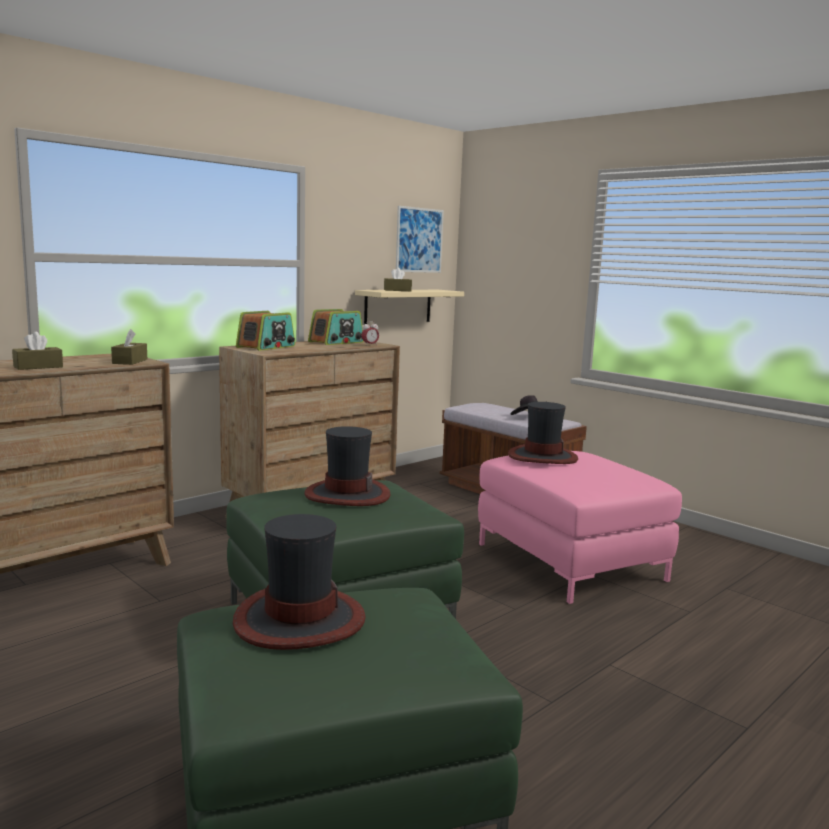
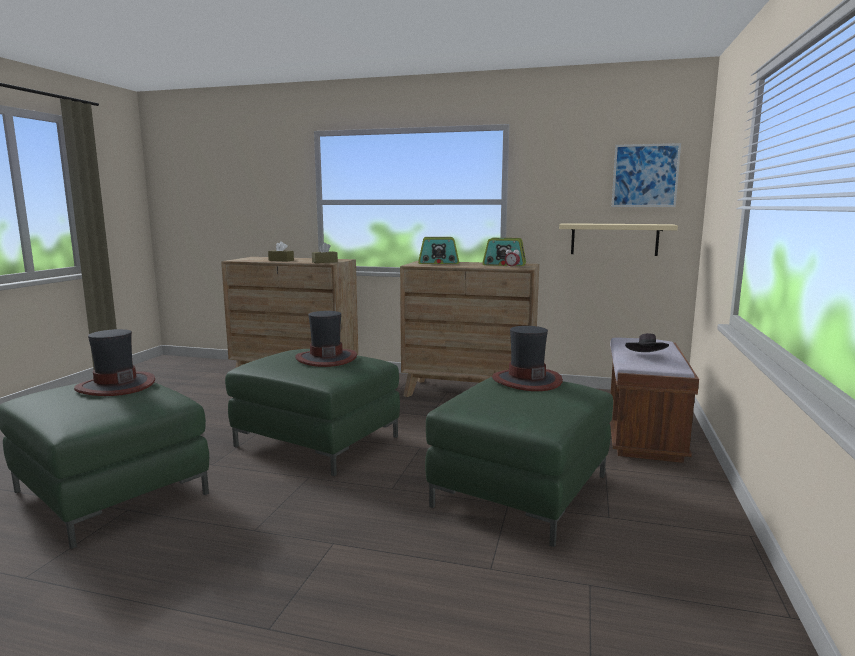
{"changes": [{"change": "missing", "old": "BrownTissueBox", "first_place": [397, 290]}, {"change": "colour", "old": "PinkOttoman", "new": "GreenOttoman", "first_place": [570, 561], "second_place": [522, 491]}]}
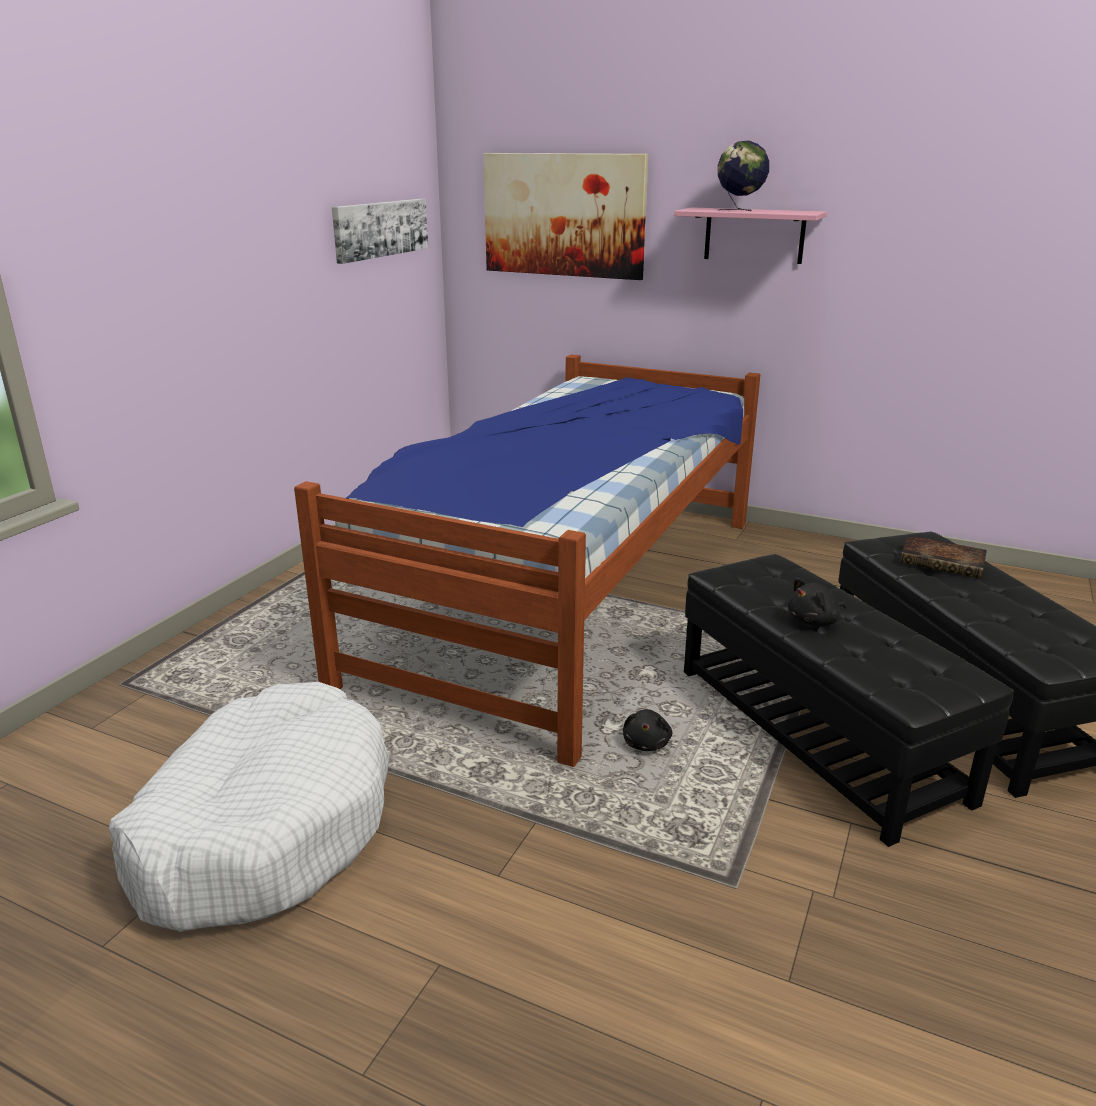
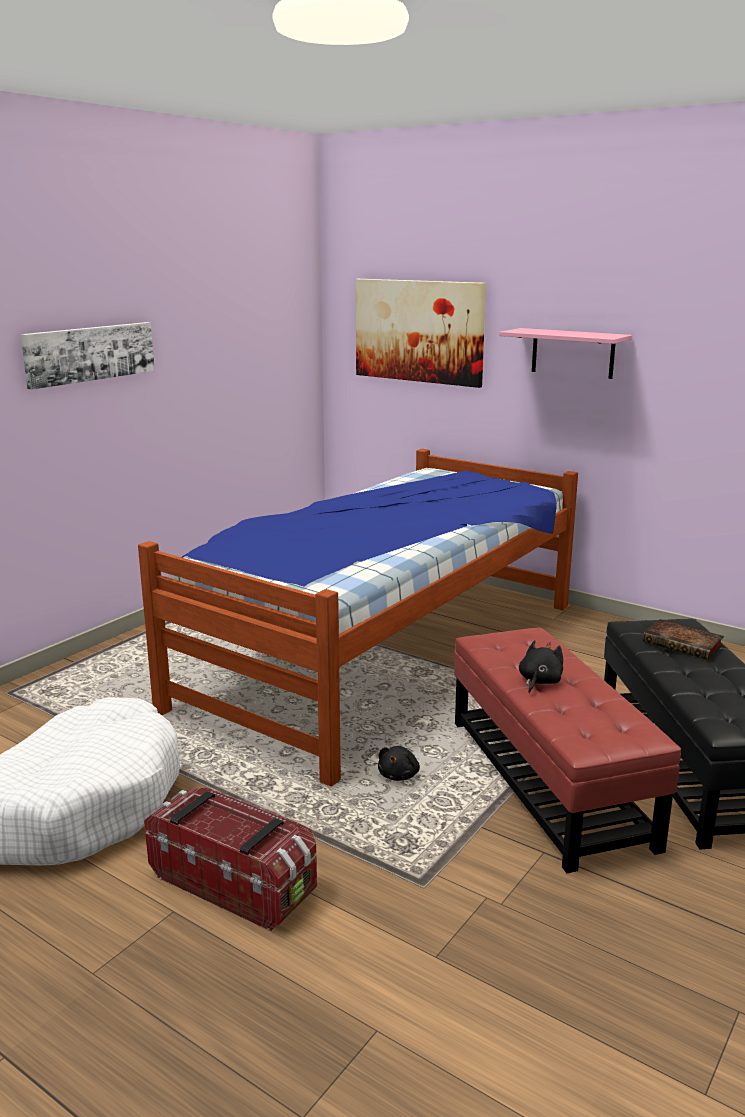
{"changes": [{"change": "missing", "old": "Globe", "first_place": [739, 210]}, {"change": "relocated", "old": "Picture", "first_place": [380, 229], "second_place": [89, 353]}, {"change": "colour", "old": "BlackOttoman", "new": "RedOttoman", "first_place": [817, 732], "second_place": [549, 781]}, {"change": "spun", "old": "BlackPlushToy", "first_place": [814, 621], "second_place": [539, 681], "degrees": 135}, {"change": "appeared", "new": "StorageBox", "second_place": [234, 882]}]}
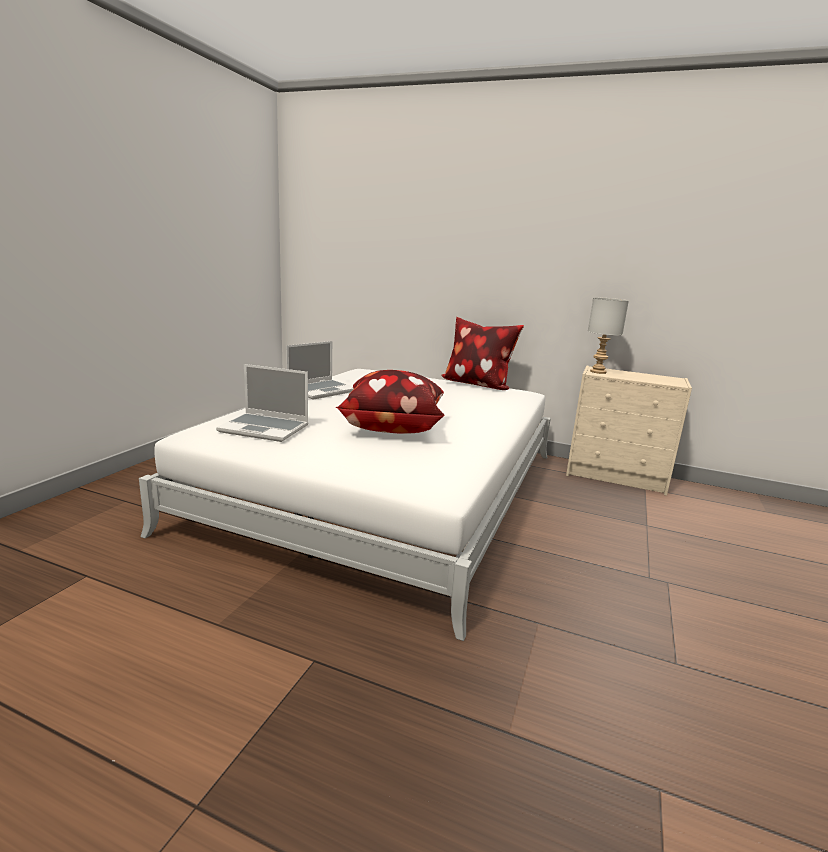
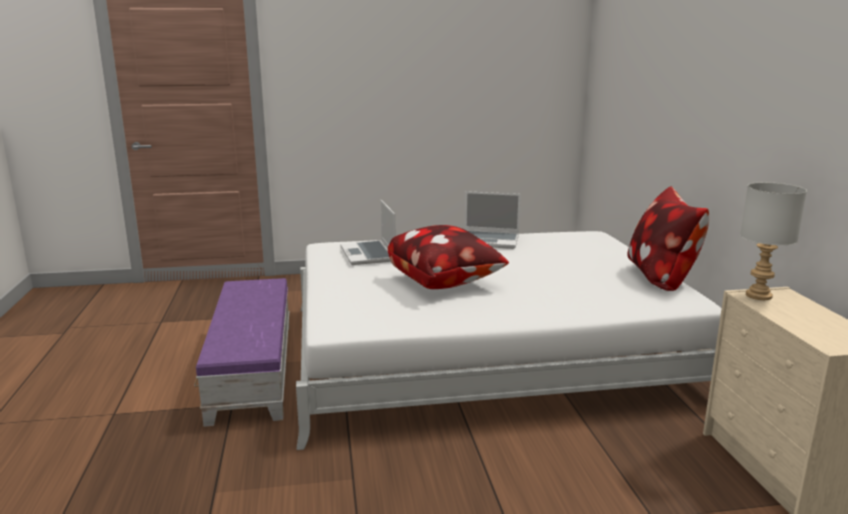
{"changes": [{"change": "appeared", "new": "PurpleOttoman", "second_place": [252, 369]}]}
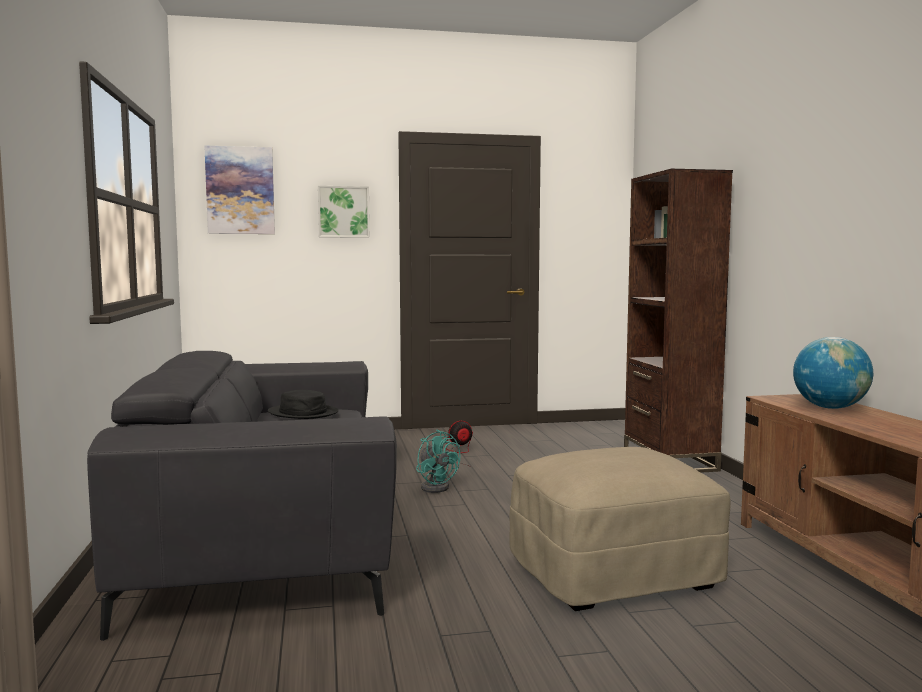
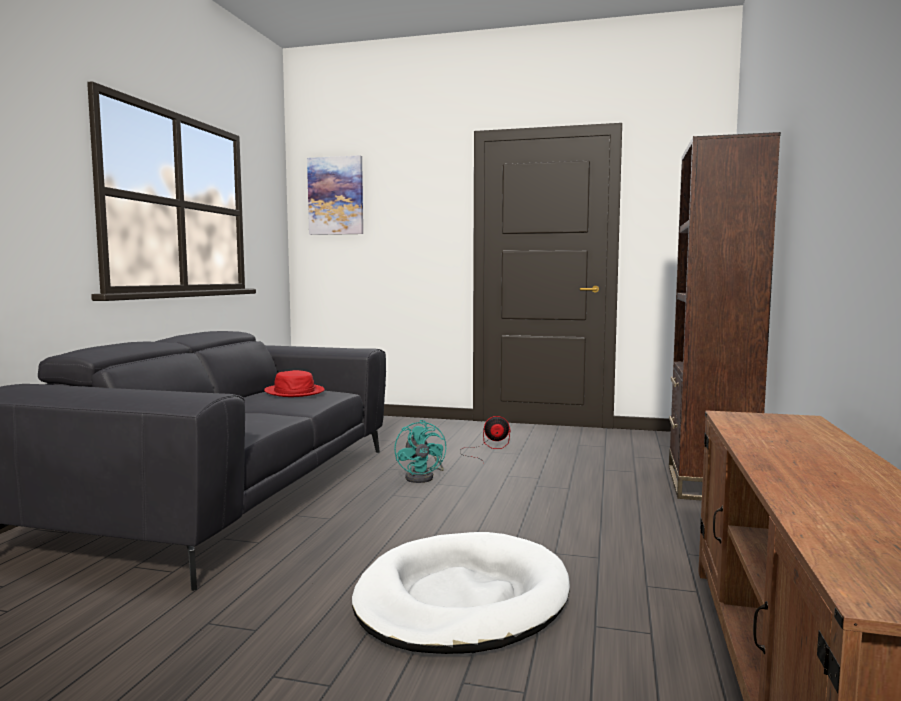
{"changes": [{"change": "missing", "old": "Picture", "first_place": [343, 212]}, {"change": "missing", "old": "Globe", "first_place": [830, 408]}, {"change": "colour", "old": "BlackHat", "new": "RedHat", "first_place": [303, 413], "second_place": [294, 392]}, {"change": "exchanged", "old": "BeigeOttoman", "new": "WhiteDogBed", "first_place": [613, 574], "second_place": [461, 599]}]}
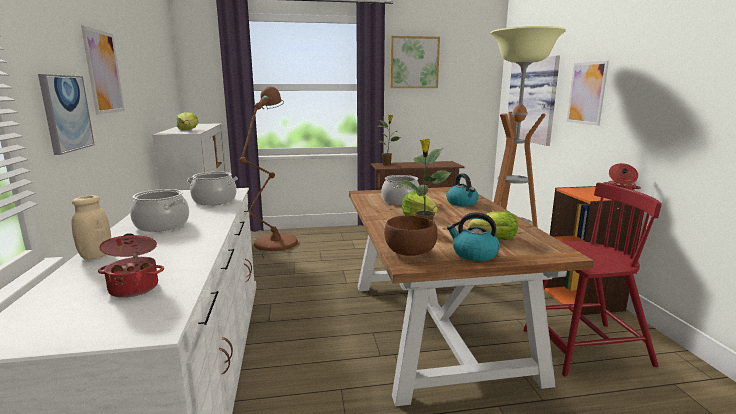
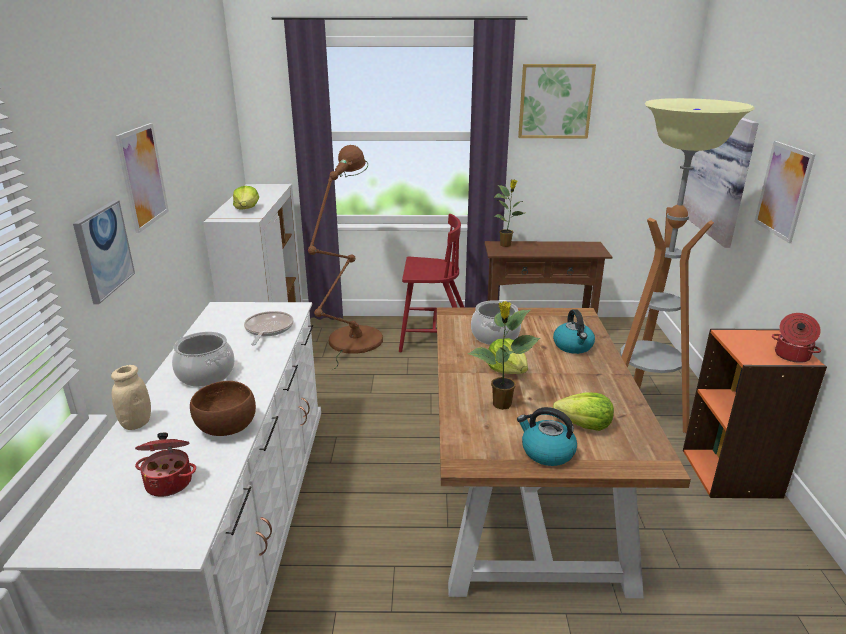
{"changes": [{"change": "exchanged", "old": "CookingPot", "new": "FryingPan", "first_place": [214, 201], "second_place": [268, 329]}, {"change": "relocated", "old": "RedChair", "first_place": [584, 348], "second_place": [434, 339]}, {"change": "relocated", "old": "BrownBowl", "first_place": [410, 252], "second_place": [227, 427]}]}
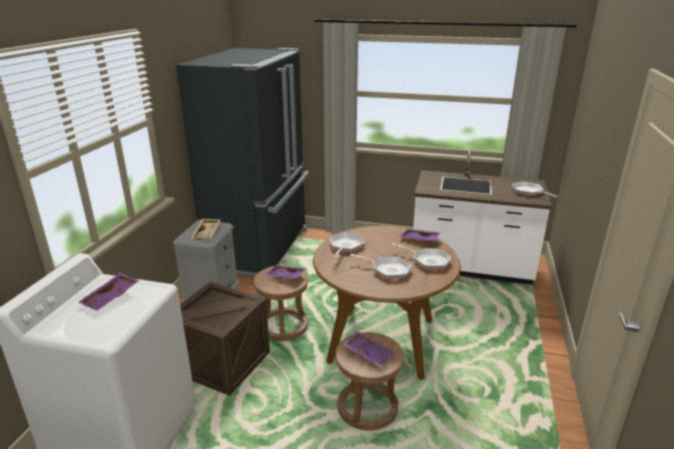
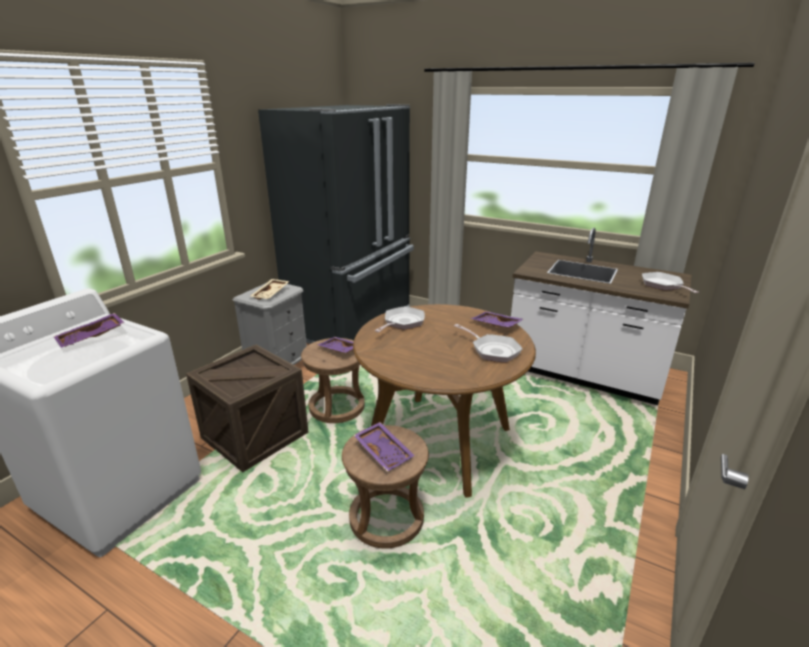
{"changes": [{"change": "missing", "old": "FryingPan", "first_place": [388, 270]}]}
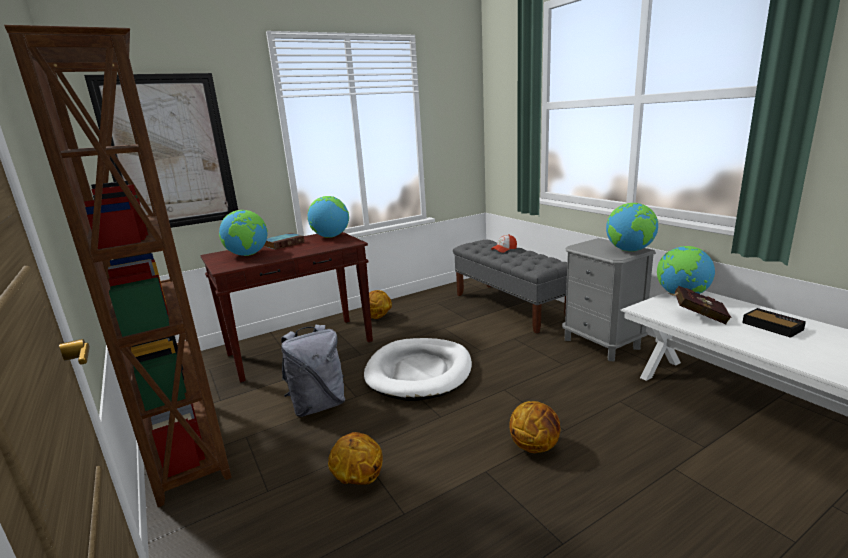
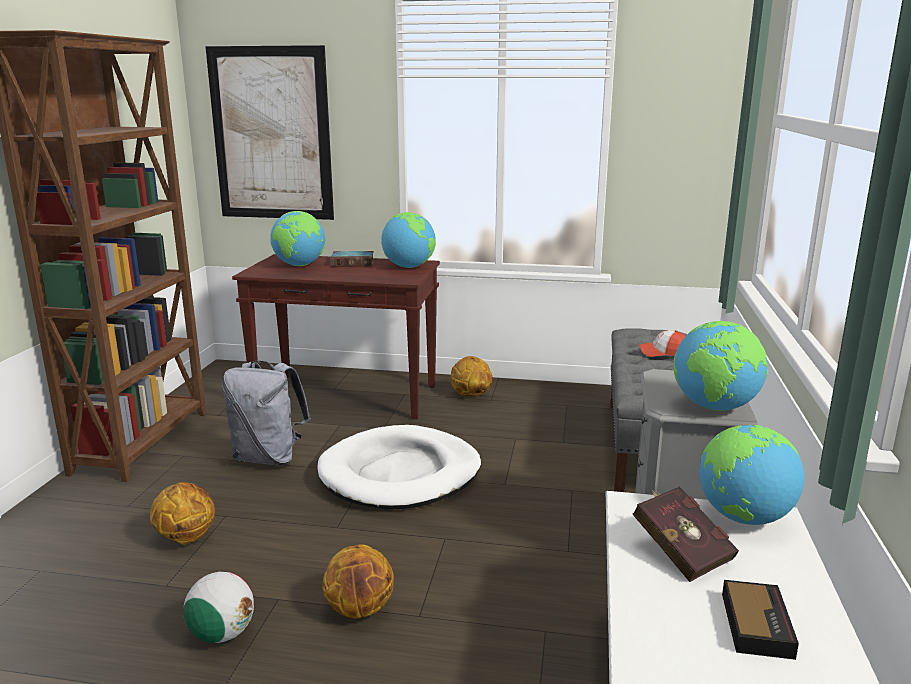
{"changes": [{"change": "appeared", "new": "Football", "second_place": [222, 634]}]}
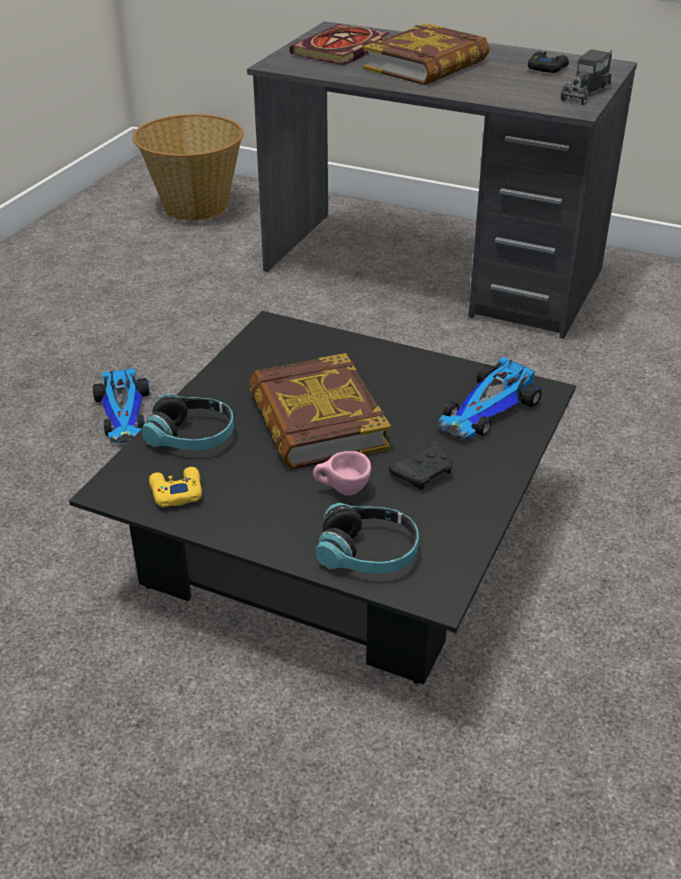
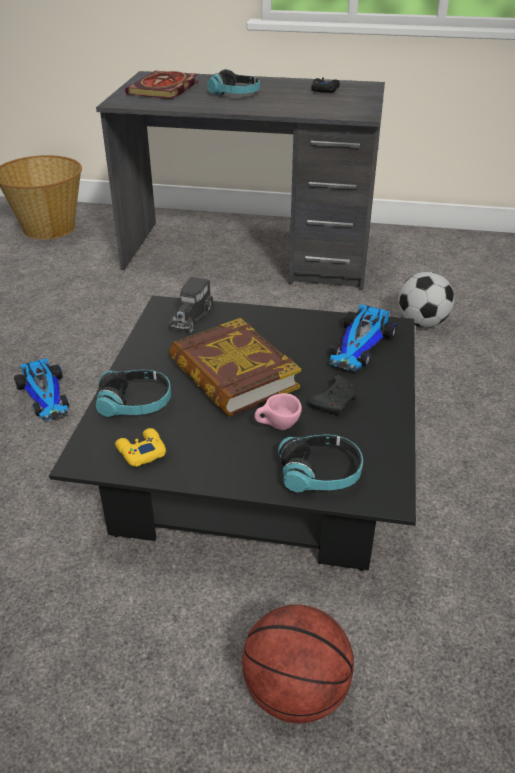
{"changes": [{"change": "exchanged", "old": "Book", "new": "Headphones", "first_place": [426, 65], "second_place": [235, 94]}, {"change": "relocated", "old": "ToyTruck", "first_place": [585, 92], "second_place": [192, 316]}, {"change": "appeared", "new": "Football", "second_place": [422, 322]}, {"change": "appeared", "new": "Basketball", "second_place": [295, 691]}]}
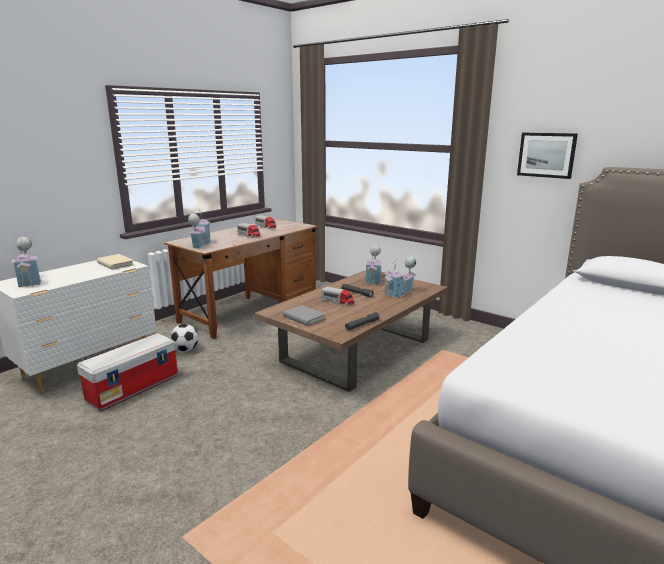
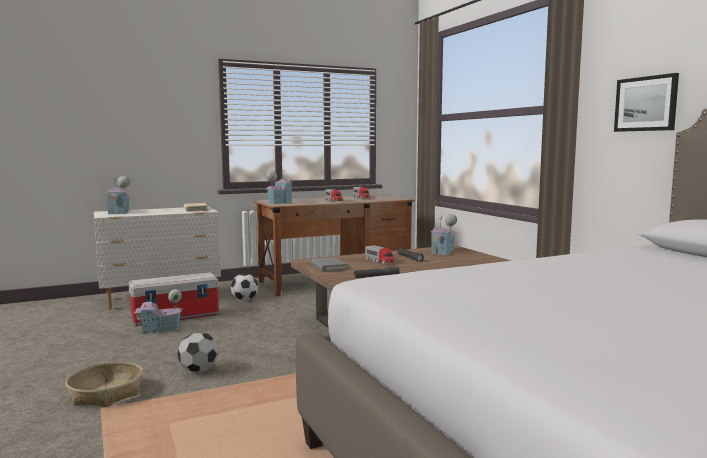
{"changes": [{"change": "relocated", "old": "ToyHouse", "first_place": [399, 293], "second_place": [159, 330]}, {"change": "appeared", "new": "Football", "second_place": [199, 371]}, {"change": "appeared", "new": "Basket", "second_place": [106, 393]}]}
